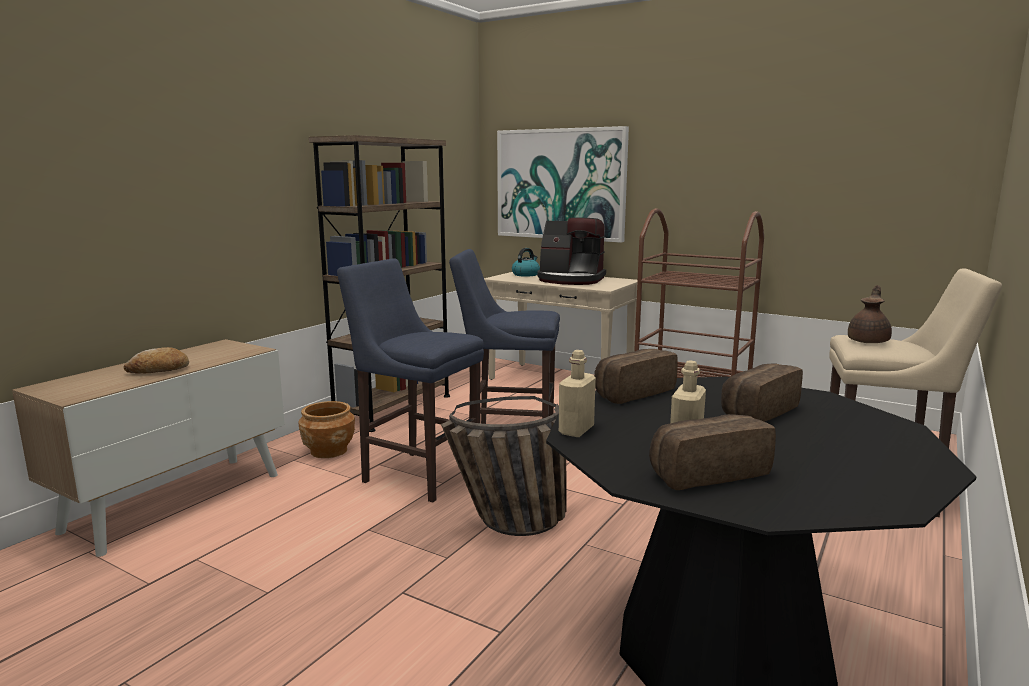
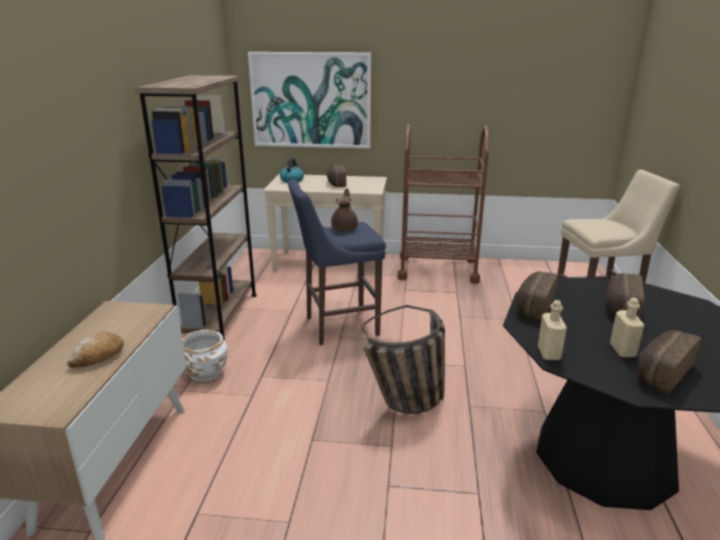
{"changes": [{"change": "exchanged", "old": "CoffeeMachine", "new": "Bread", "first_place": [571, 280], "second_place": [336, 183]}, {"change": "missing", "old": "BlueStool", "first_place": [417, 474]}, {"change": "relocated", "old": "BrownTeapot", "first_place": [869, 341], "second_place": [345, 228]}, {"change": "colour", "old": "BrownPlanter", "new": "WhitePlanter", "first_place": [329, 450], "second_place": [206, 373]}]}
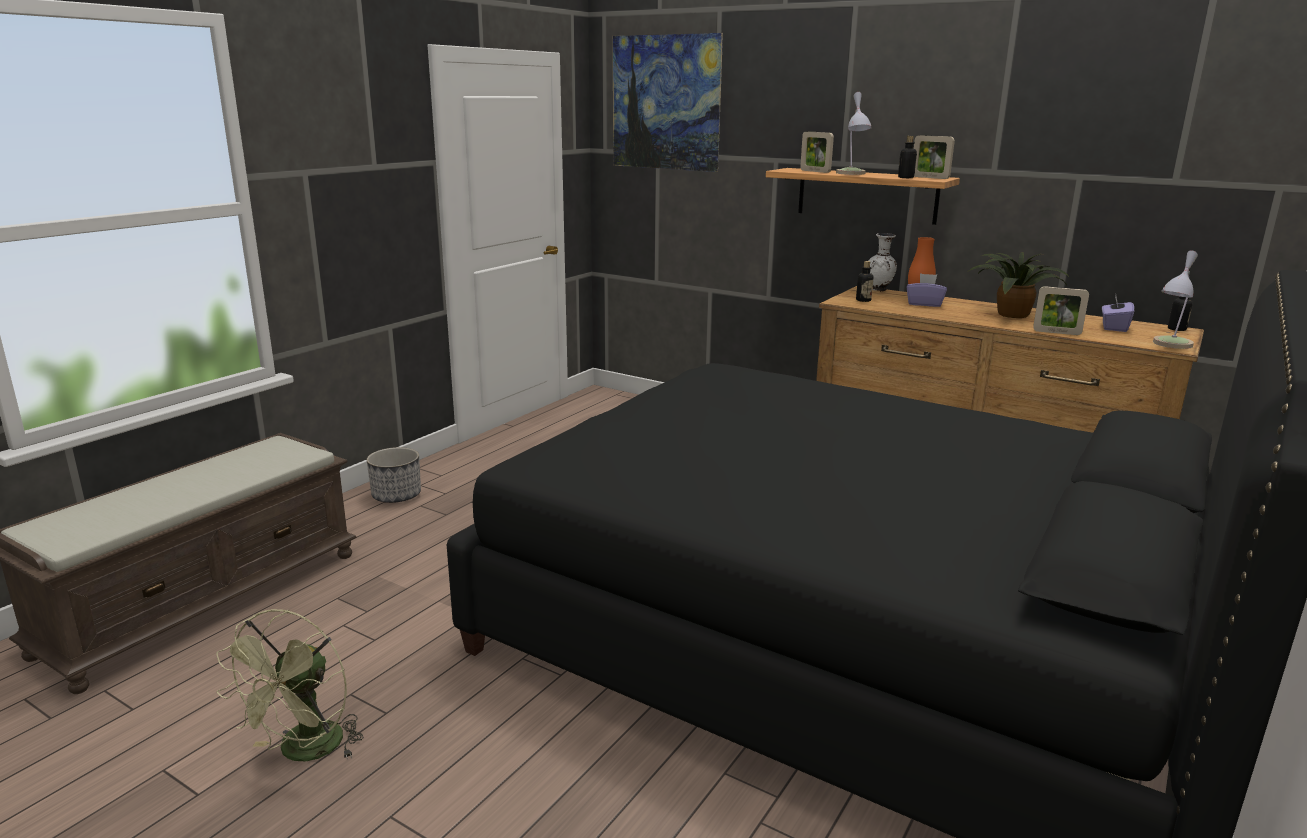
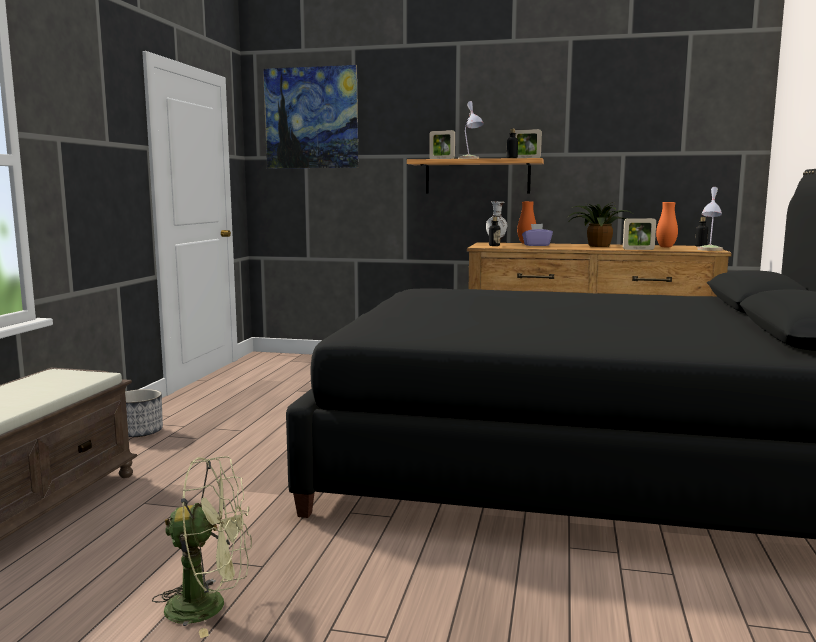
{"changes": [{"change": "exchanged", "old": "PurpleTissueBox", "new": "OrangeVase", "first_place": [1113, 327], "second_place": [666, 247]}, {"change": "spun", "old": "GreenFan", "first_place": [305, 752], "second_place": [209, 606], "degrees": -90}]}
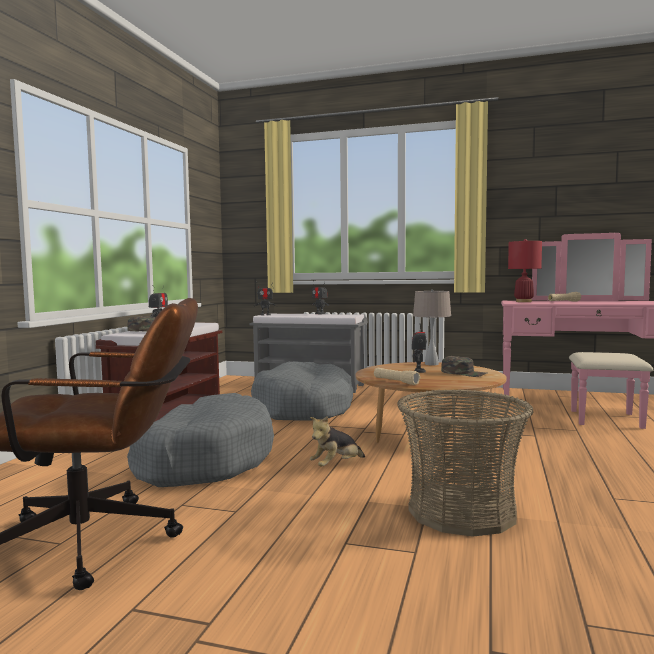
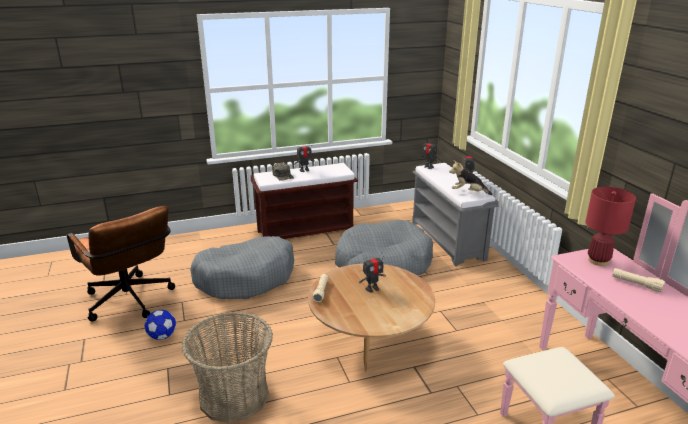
{"changes": [{"change": "missing", "old": "BeigeTableLamp", "first_place": [431, 364]}, {"change": "missing", "old": "GreenCap", "first_place": [464, 373]}, {"change": "relocated", "old": "PlushToy", "first_place": [336, 466], "second_place": [468, 192]}, {"change": "appeared", "new": "Football", "second_place": [162, 336]}]}
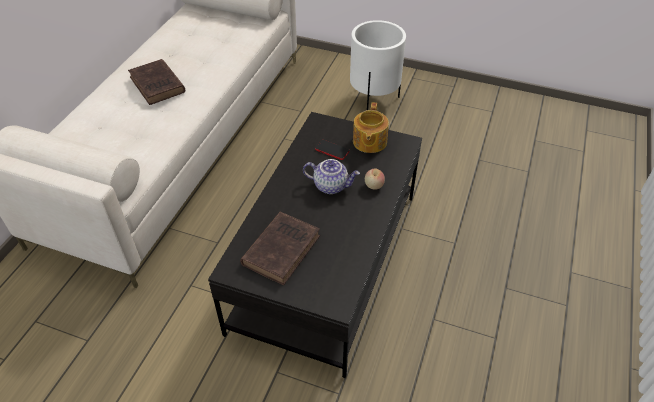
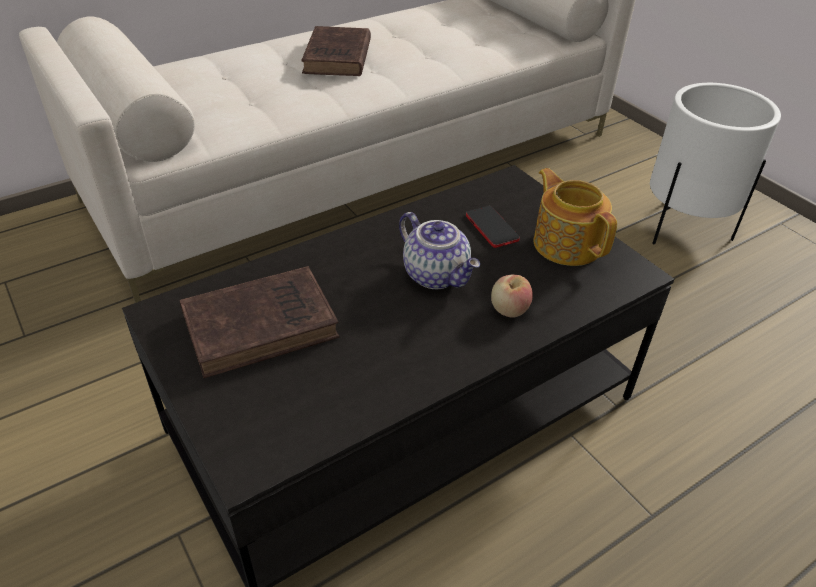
{"changes": [{"change": "spun", "old": "Teapot", "first_place": [369, 142], "second_place": [566, 243], "degrees": 105}]}
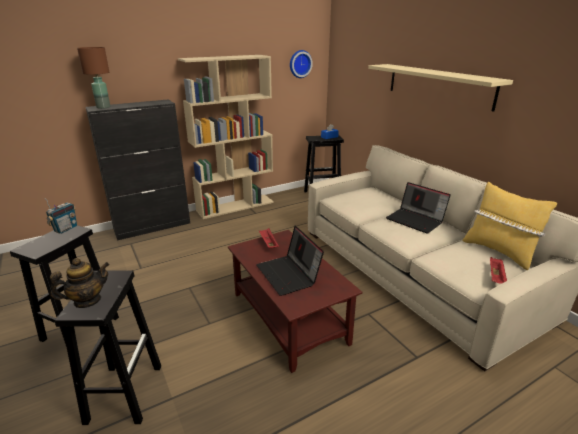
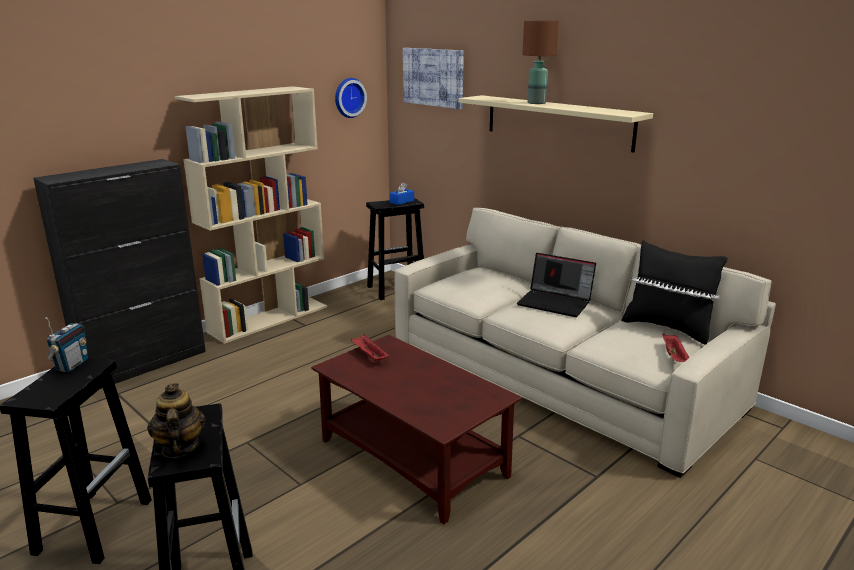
{"changes": [{"change": "relocated", "old": "BrownTableLamp", "first_place": [103, 107], "second_place": [537, 103]}, {"change": "colour", "old": "YellowPillow", "new": "BlackPillow", "first_place": [498, 251], "second_place": [667, 328]}, {"change": "missing", "old": "Laptop", "first_place": [289, 275]}, {"change": "spun", "old": "Teapot", "first_place": [87, 301], "second_place": [180, 448], "degrees": -60}, {"change": "appeared", "new": "Picture", "second_place": [433, 77]}]}
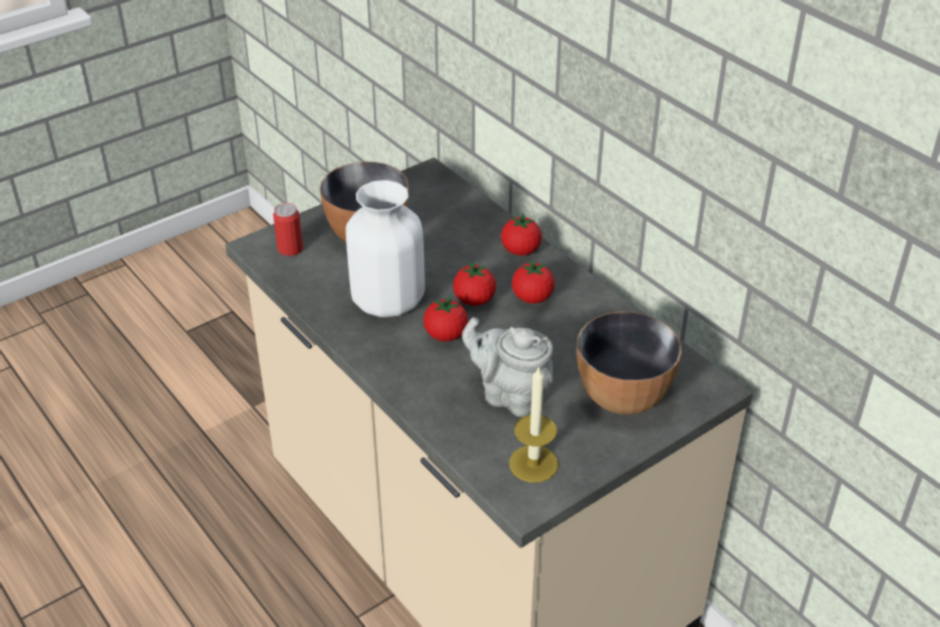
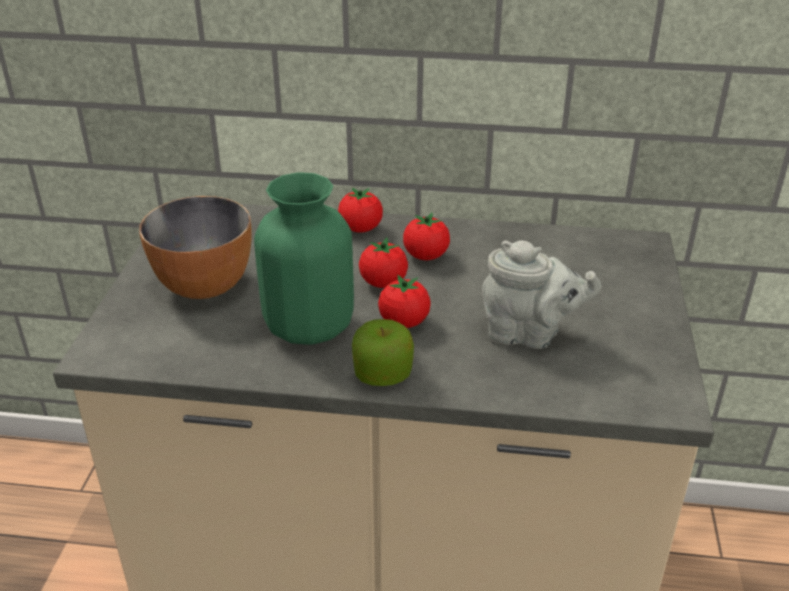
{"changes": [{"change": "colour", "old": "WhiteVase", "new": "GreenVase", "first_place": [388, 300], "second_place": [309, 325]}, {"change": "missing", "old": "Can", "first_place": [290, 249]}, {"change": "missing", "old": "Bowl", "first_place": [622, 396]}, {"change": "spun", "old": "GreyTeapot", "first_place": [510, 395], "second_place": [529, 334], "degrees": -150}, {"change": "missing", "old": "Candle", "first_place": [533, 464]}, {"change": "appeared", "new": "Apple", "second_place": [382, 374]}]}
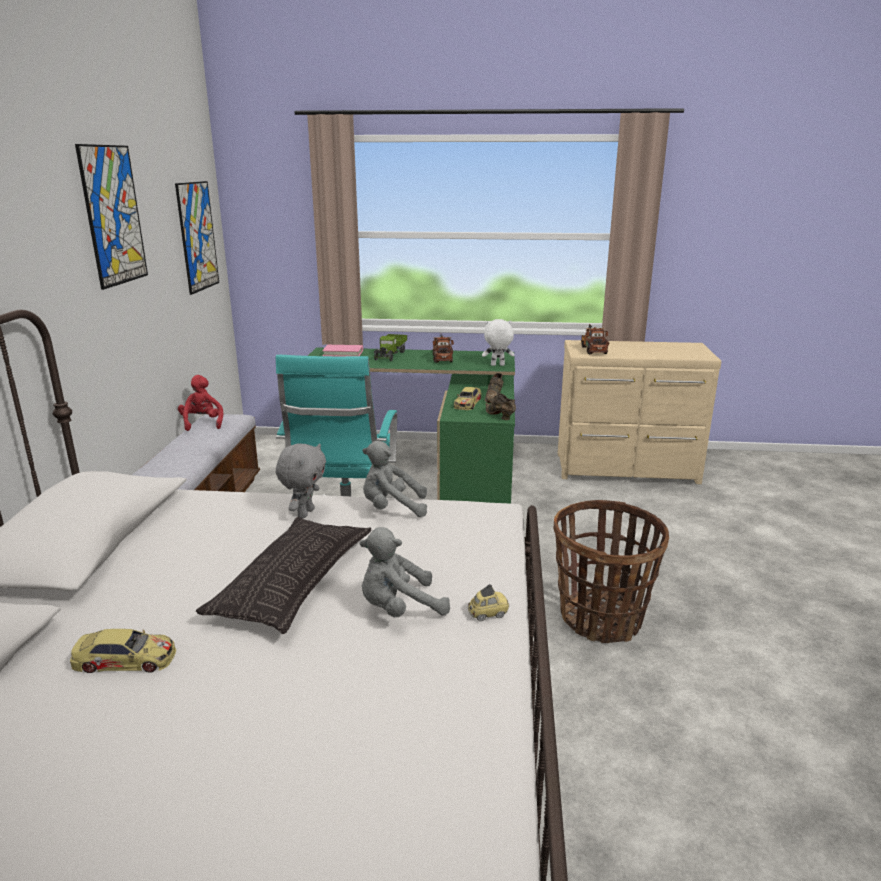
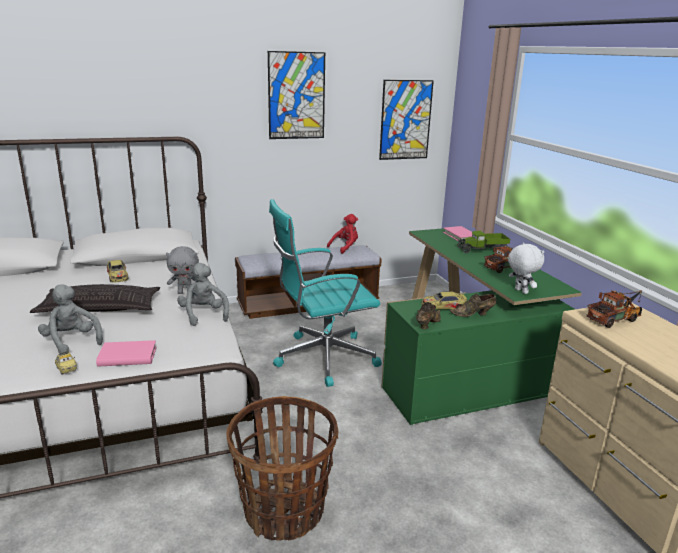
{"changes": [{"change": "relocated", "old": "ToyCar", "first_place": [125, 659], "second_place": [117, 275]}, {"change": "appeared", "new": "PinkBook", "second_place": [127, 357]}]}
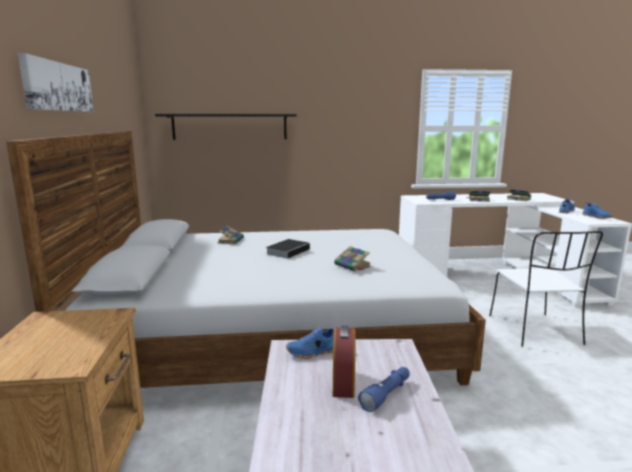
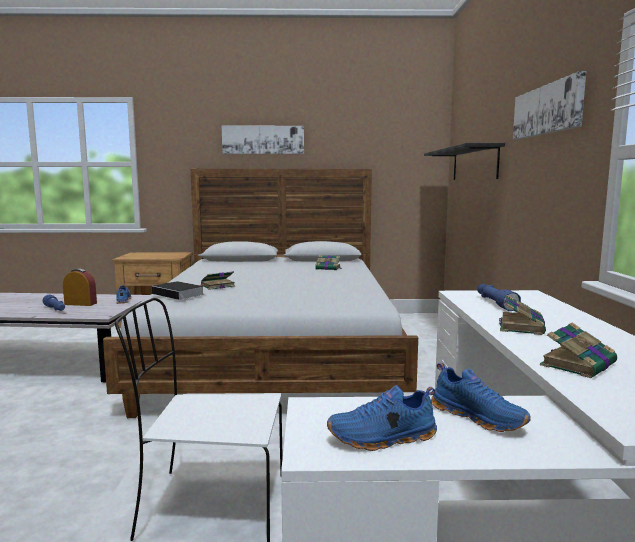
{"changes": [{"change": "relocated", "old": "Book", "first_place": [288, 251], "second_place": [179, 294]}, {"change": "appeared", "new": "Picture", "second_place": [547, 110]}]}
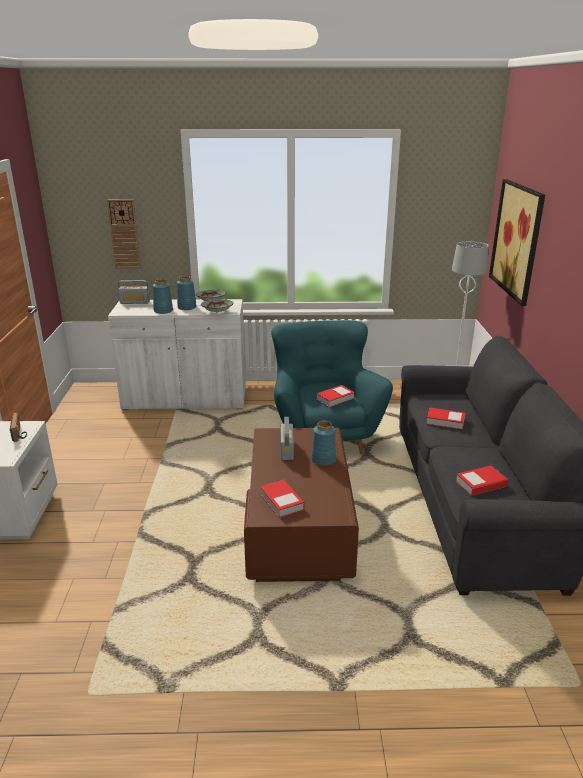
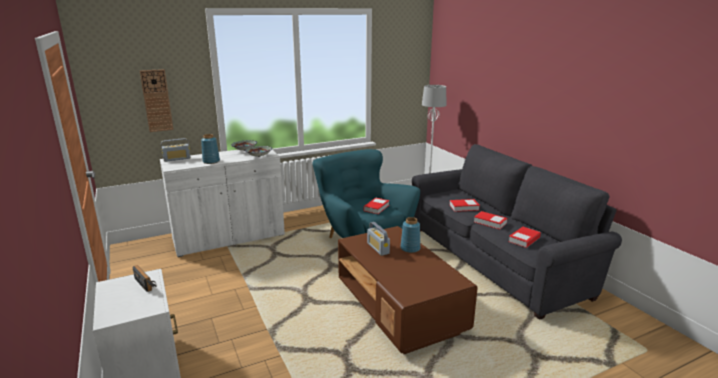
{"changes": [{"change": "missing", "old": "Picture", "first_place": [517, 240]}, {"change": "missing", "old": "BlueVase", "first_place": [187, 307]}, {"change": "relocated", "old": "Book", "first_place": [281, 502], "second_place": [490, 222]}]}
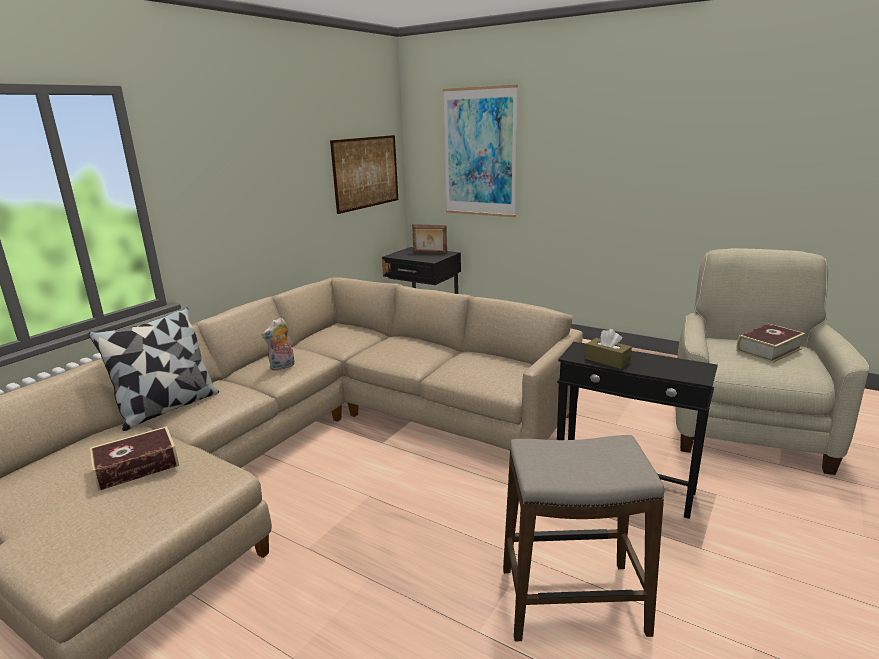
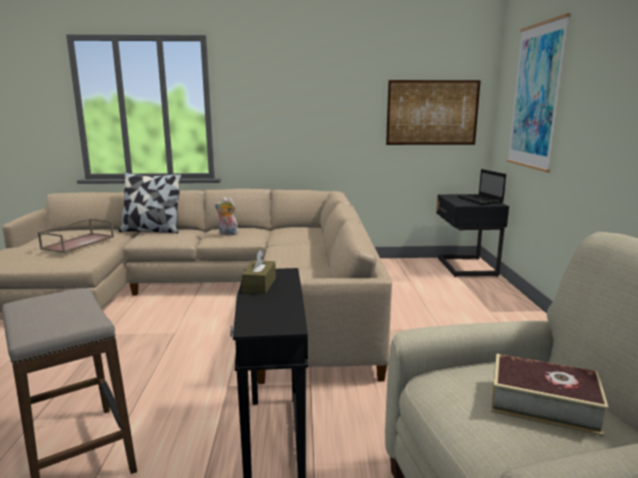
{"changes": [{"change": "exchanged", "old": "PictureFrame", "new": "Laptop", "first_place": [430, 253], "second_place": [480, 200]}, {"change": "exchanged", "old": "Book", "new": "BrownTray", "first_place": [137, 466], "second_place": [78, 242]}]}
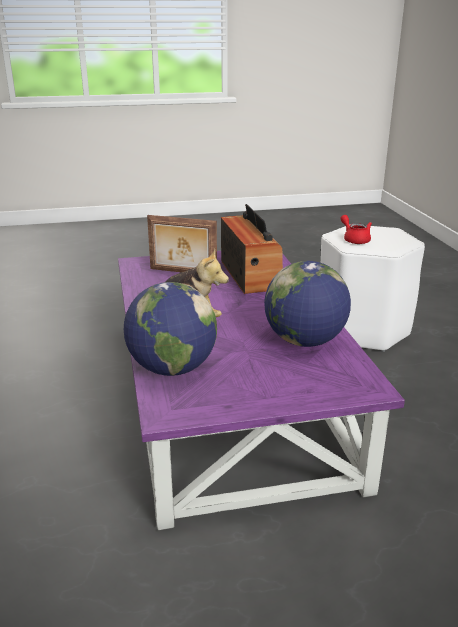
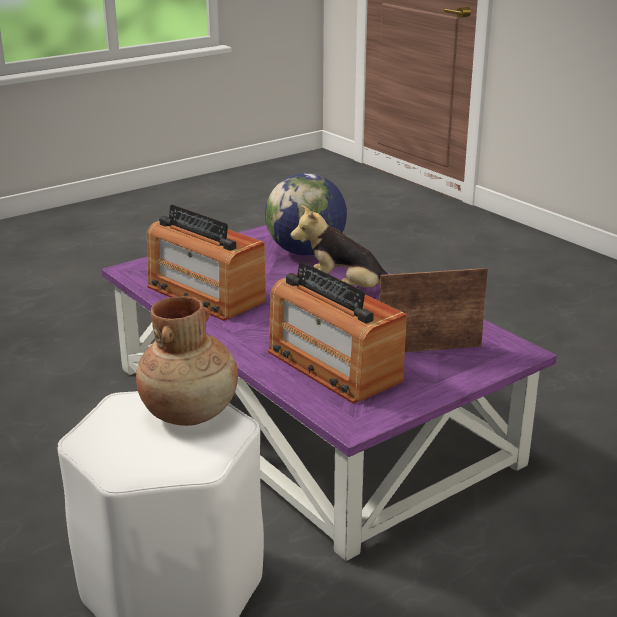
{"changes": [{"change": "exchanged", "old": "RedTeapot", "new": "BrownVase", "first_place": [355, 239], "second_place": [190, 412]}, {"change": "exchanged", "old": "Globe", "new": "Radio", "first_place": [304, 341], "second_place": [205, 294]}]}
